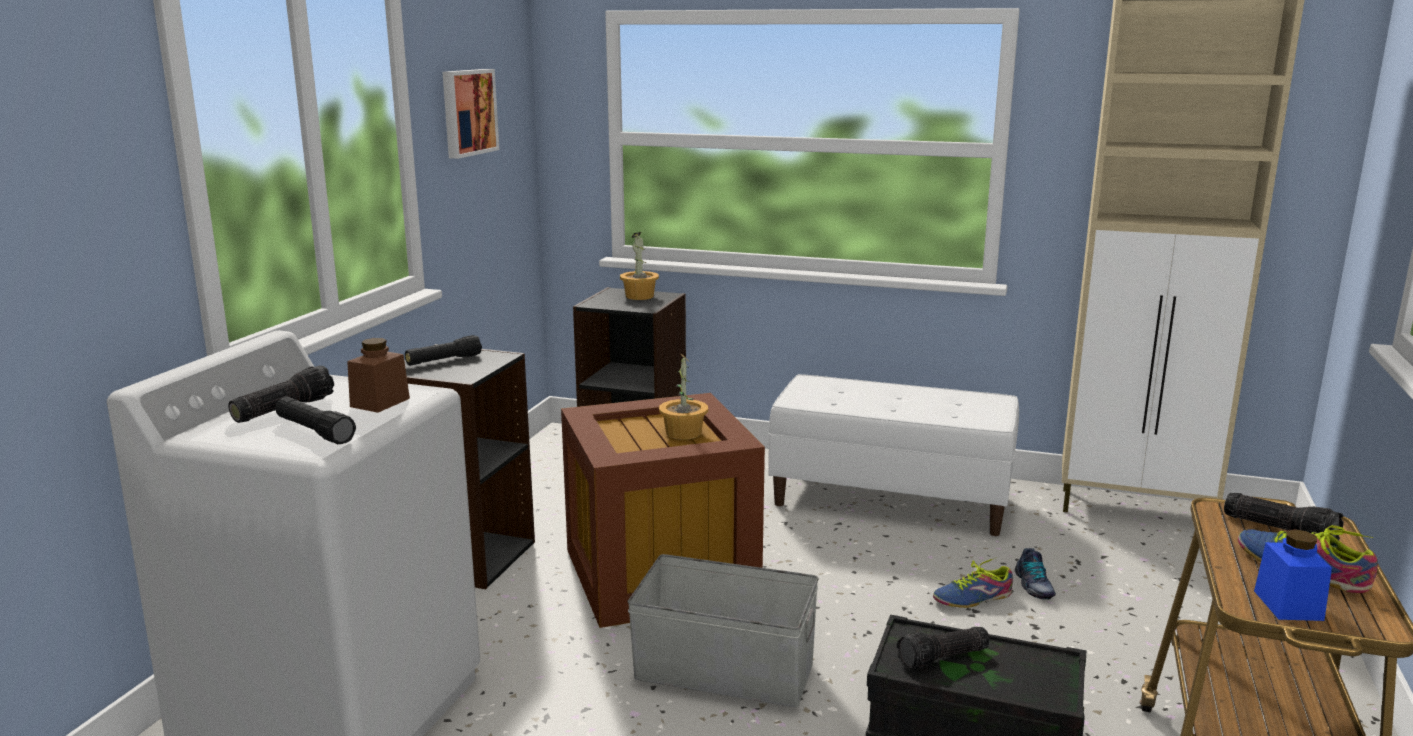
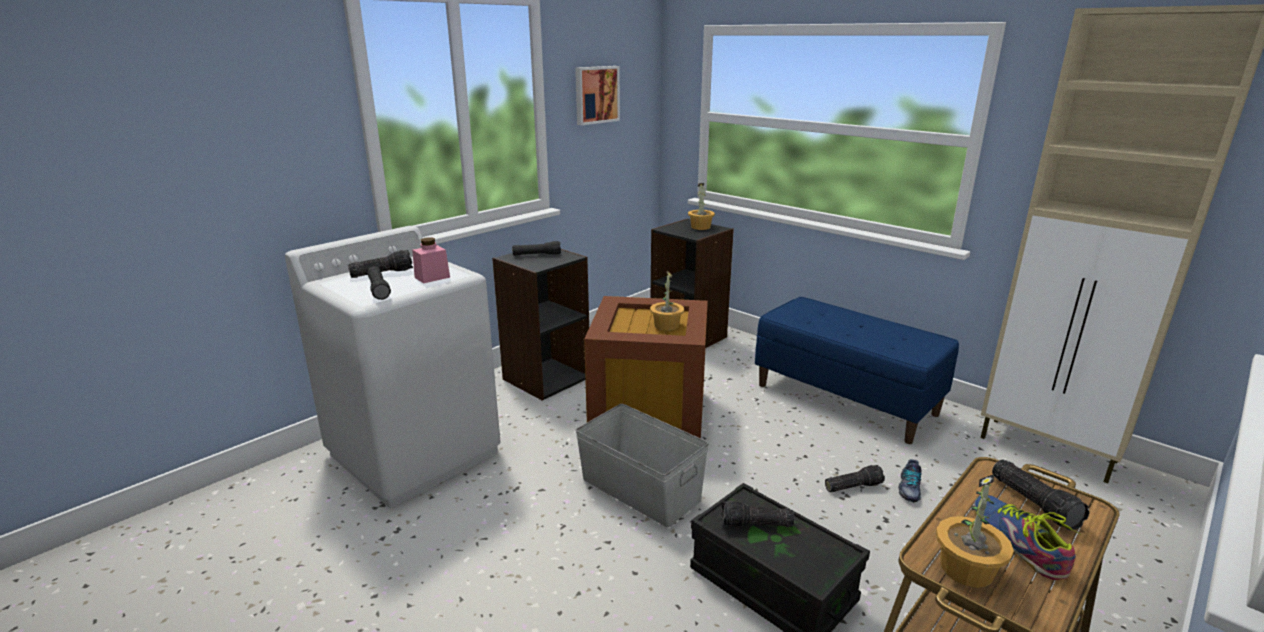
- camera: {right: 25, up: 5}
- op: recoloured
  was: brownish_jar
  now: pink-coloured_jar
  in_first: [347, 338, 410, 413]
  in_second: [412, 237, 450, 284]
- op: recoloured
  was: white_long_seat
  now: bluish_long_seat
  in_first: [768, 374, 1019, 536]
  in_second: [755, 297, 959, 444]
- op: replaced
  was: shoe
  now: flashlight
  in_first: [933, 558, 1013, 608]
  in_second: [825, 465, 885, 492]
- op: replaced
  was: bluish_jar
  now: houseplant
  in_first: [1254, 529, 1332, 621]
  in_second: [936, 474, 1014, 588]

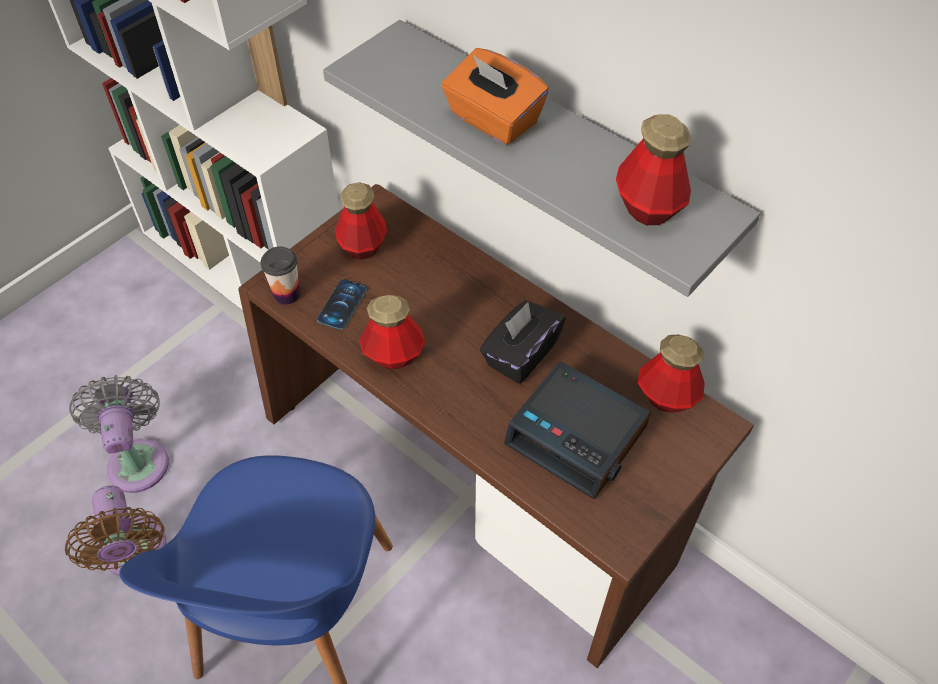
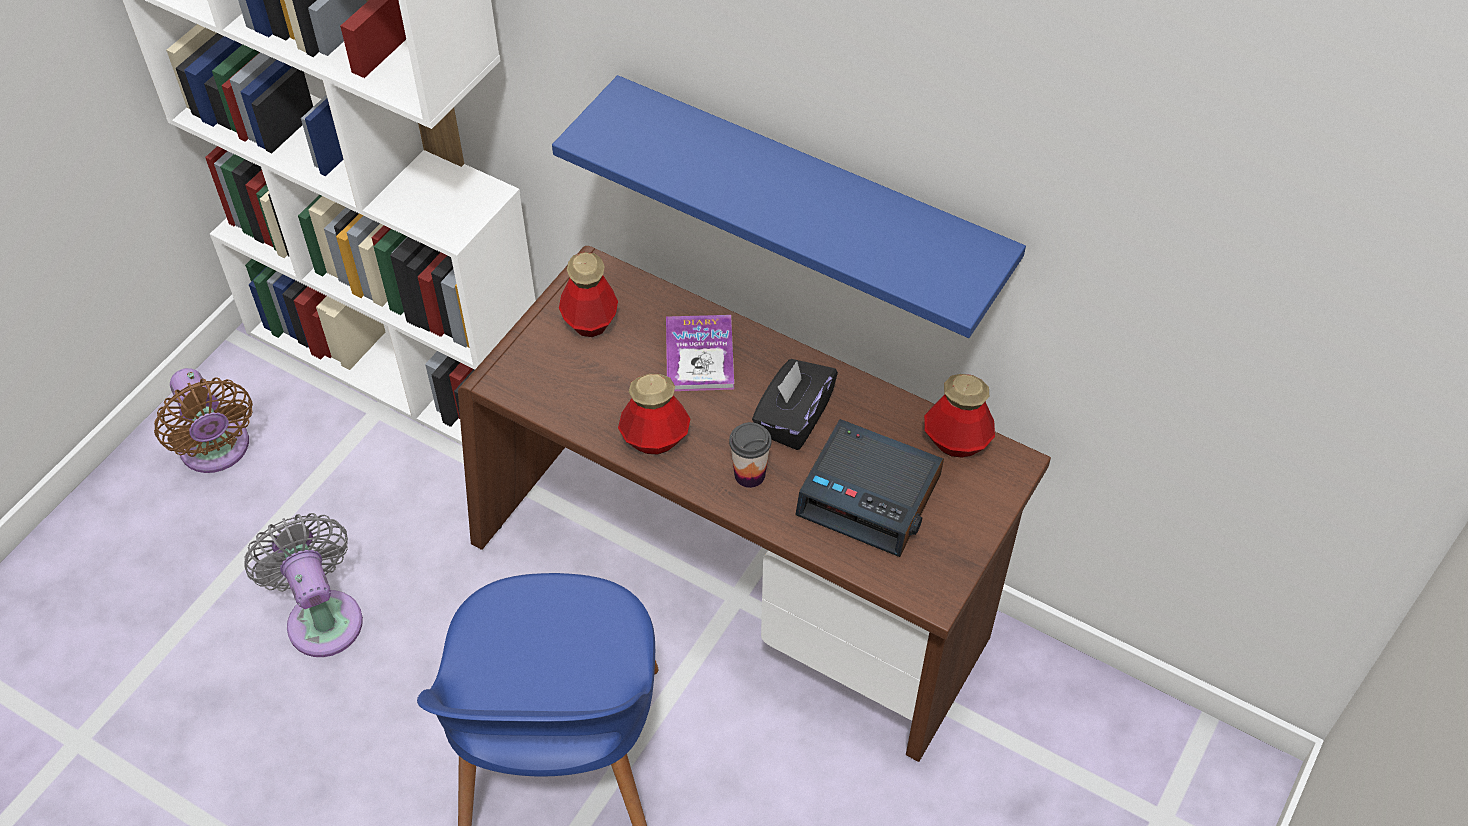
- camera: {right: -10, up: 0}
- op: moved
  was: brownish_electric_fan
  in_first: [65, 486, 166, 576]
  in_second: [154, 368, 253, 473]
- op: moved
  was: drinking_cup
  in_first: [261, 246, 300, 305]
  in_second: [729, 422, 772, 488]
- op: removed
  was: handset
  in_first: [317, 279, 367, 330]
- op: recoloured
  was: greyish_bracket_shelf
  now: bluish_bracket_shelf
  in_first: [323, 20, 760, 297]
  in_second: [552, 75, 1026, 338]
- op: removed
  was: orangey_tissue_box
  in_first: [441, 48, 549, 145]
- op: removed
  was: beverage_bottle
  in_first: [616, 114, 691, 225]
- op: added
  now: book
  in_second: [666, 315, 734, 391]

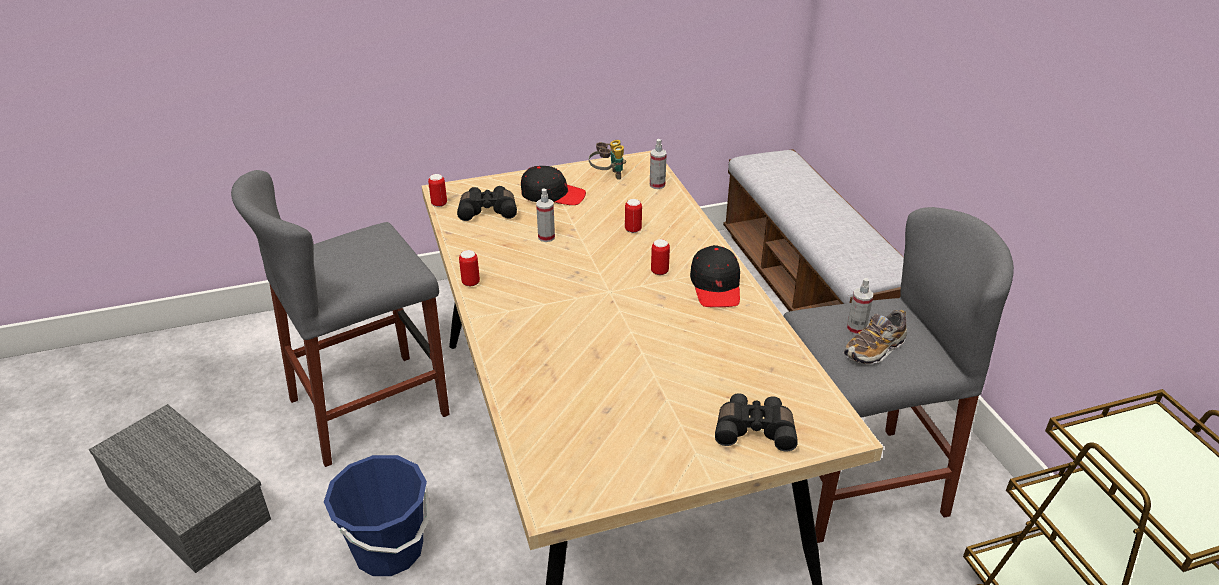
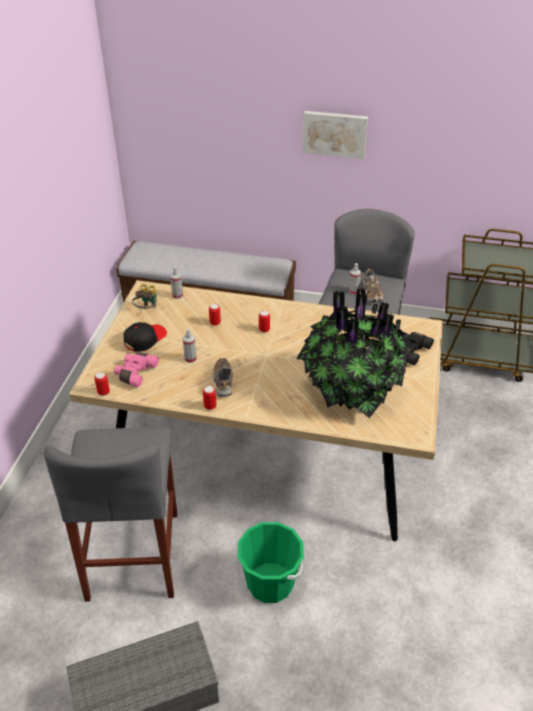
- camera: {right: -60, up: 5}
- op: recoloured
  was: bluish_pail
  now: greenish_pail
  in_first: [324, 455, 430, 576]
  in_second: [237, 522, 304, 603]
- op: recoloured
  was: blackish_field_glasses
  now: pink-coloured_field_glasses
  in_first: [457, 186, 517, 221]
  in_second: [114, 352, 159, 388]
- op: removed
  was: blackish_baseball_cap
  in_first: [690, 245, 740, 307]
- op: added
  now: shoe
  in_second: [212, 358, 233, 397]
- op: added
  now: houseplant
  in_second: [296, 288, 409, 418]
- op: added
  now: wall_art
  in_second: [303, 111, 368, 159]

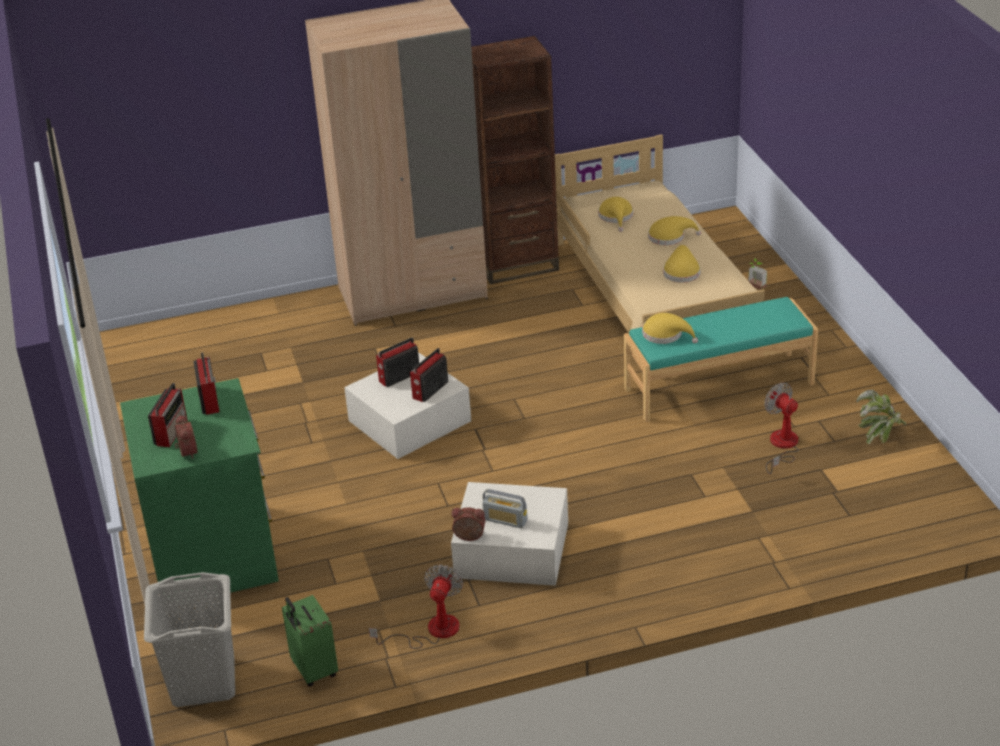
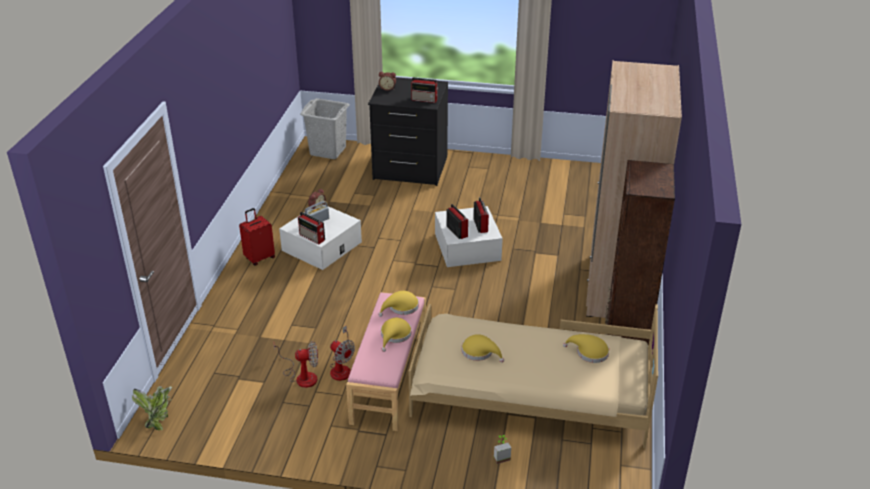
- camera: {right: 115, up: 0}
- op: recoloured
  was: greenish_drawer_chest
  now: blackish_drawer_chest
  in_first: [120, 378, 279, 604]
  in_second: [368, 77, 448, 186]
- op: moved
  was: radio
  in_first: [148, 383, 187, 447]
  in_second: [298, 212, 325, 244]
- op: removed
  was: greenish_travel_case
  in_first: [282, 595, 338, 686]
- op: moved
  was: electric_fan
  in_first: [369, 565, 463, 649]
  in_second: [330, 325, 355, 381]
- op: recoloured
  was: turquoise_long_seat
  now: pink-coloured_long_seat
  in_first: [624, 297, 818, 422]
  in_second: [346, 292, 426, 431]
- op: moved
  was: yellowish_hat
  in_first: [648, 216, 701, 245]
  in_second: [381, 318, 412, 352]
- op: moved
  was: houseplant
  in_first: [856, 390, 906, 444]
  in_second: [132, 386, 172, 431]
- op: added
  now: reddish_travel_case
  in_second: [239, 208, 275, 266]

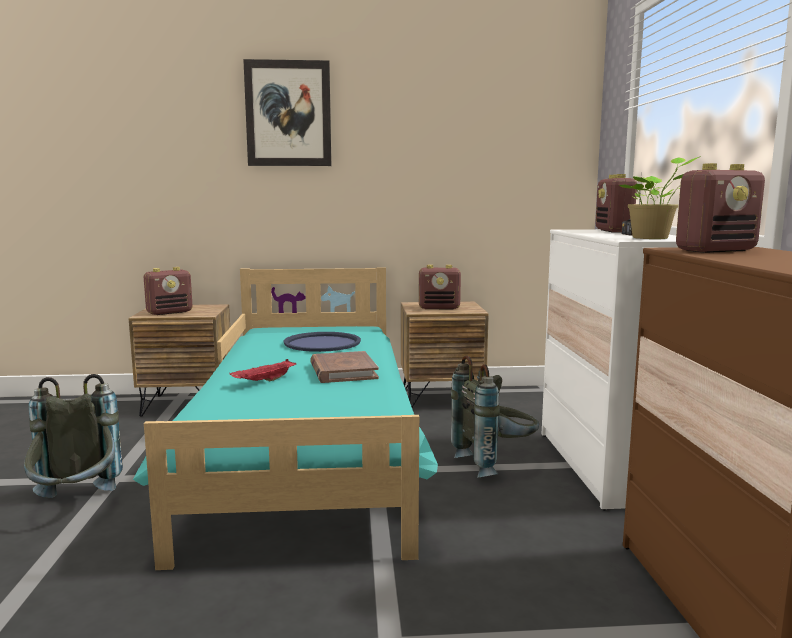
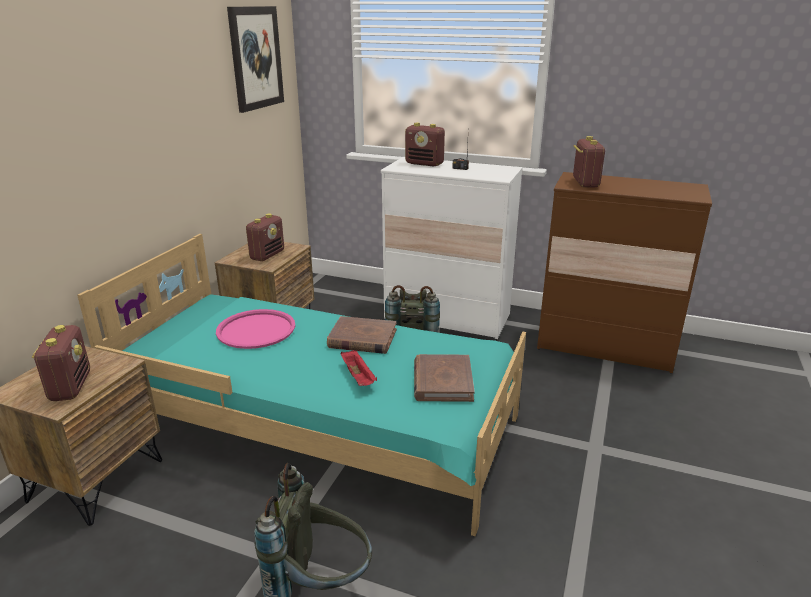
- camera: {right: -65, up: 15}
- op: moved
  was: wall_art
  in_first: [243, 59, 331, 166]
  in_second: [227, 6, 284, 113]
- op: recoloured
  was: bluish_tray
  now: pink-coloured_tray
  in_first: [283, 332, 361, 352]
  in_second: [216, 309, 295, 349]
- op: removed
  was: houseplant
  in_first: [619, 156, 701, 239]
- op: added
  now: brownish_book
  in_second: [414, 354, 475, 402]

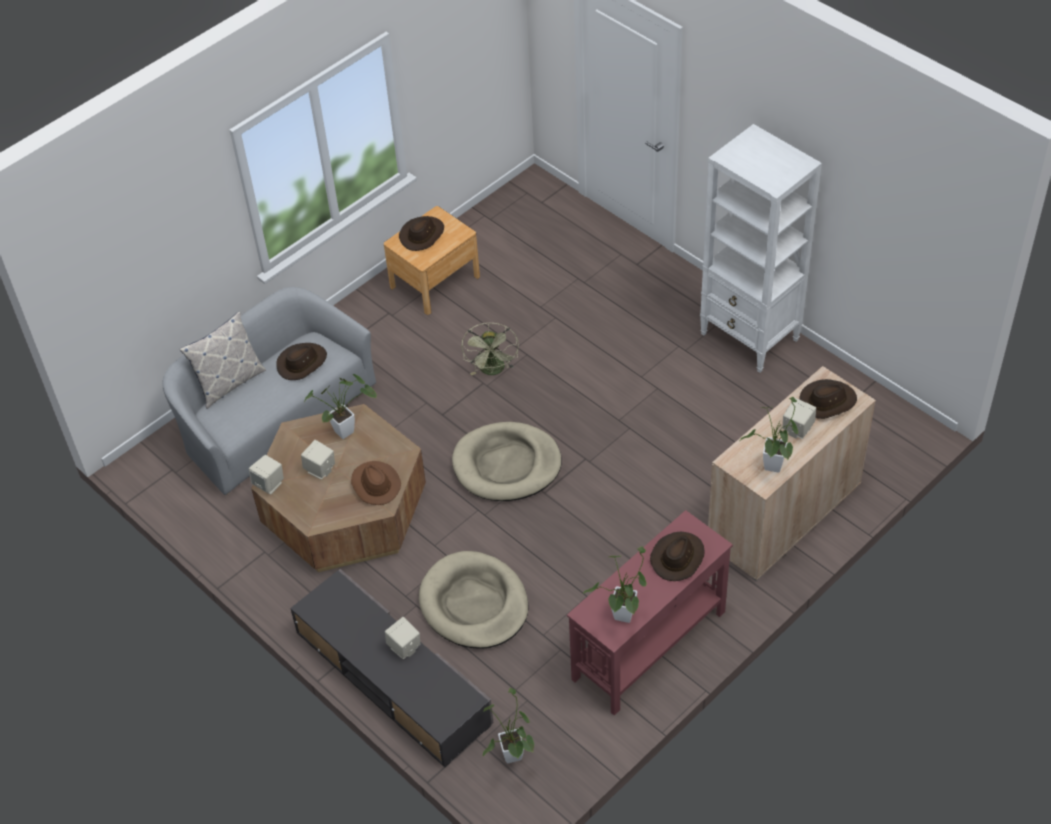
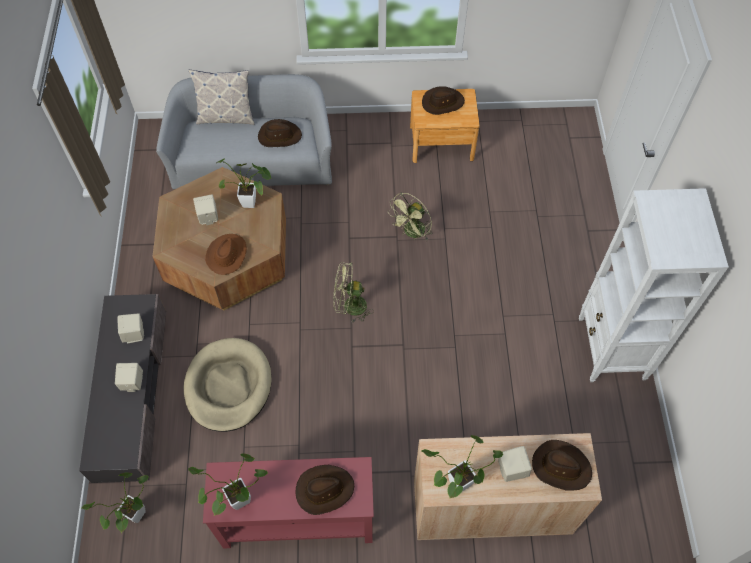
- camera: {right: 40, up: 10}
- op: moved
  was: beige_speaker
  in_first: [249, 455, 284, 495]
  in_second: [117, 313, 144, 344]
- op: replaced
  was: beige_dog_cushion
  now: greenish_electric_fan
  in_first: [452, 422, 562, 501]
  in_second: [333, 262, 374, 322]

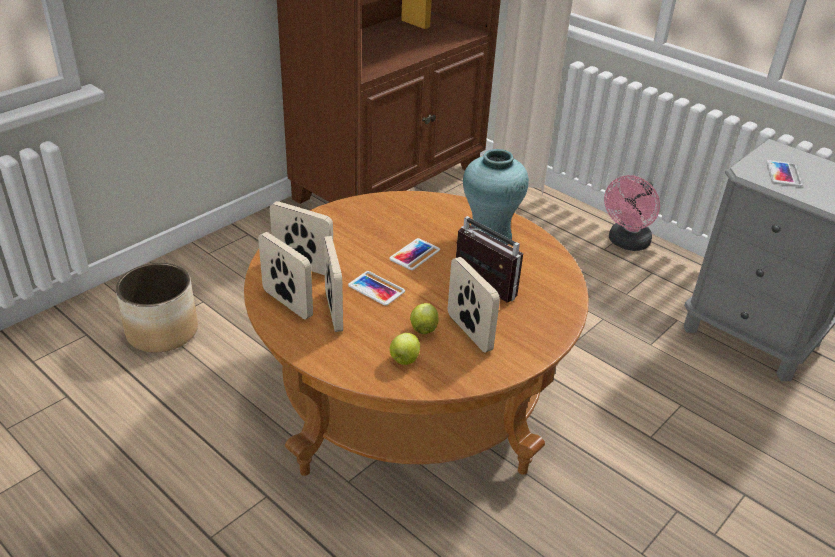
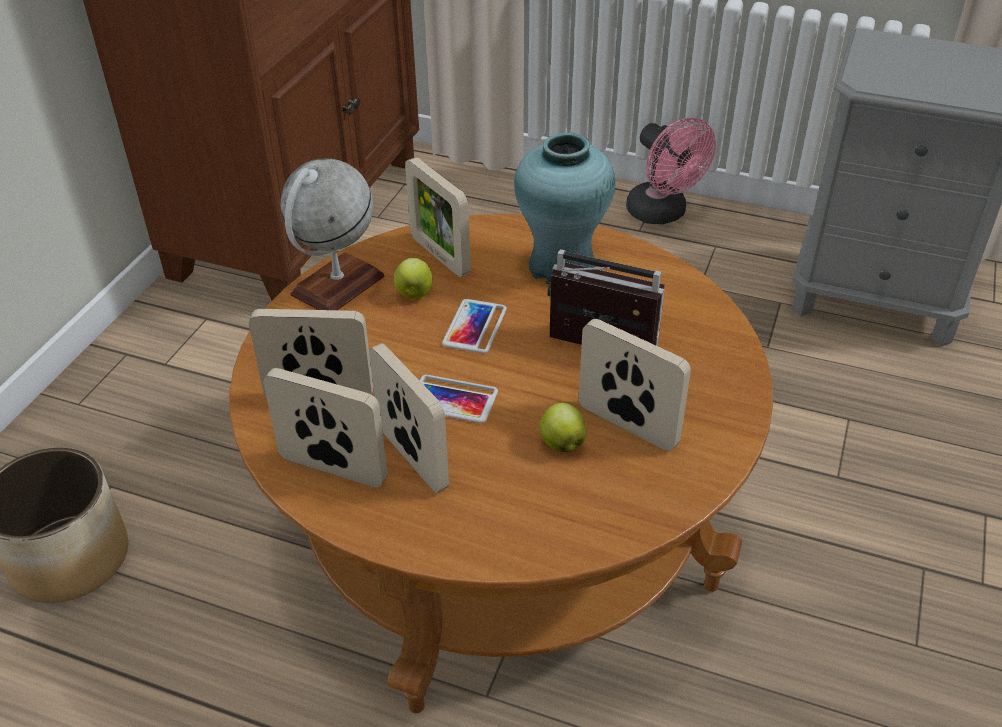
- camera: {right: -20, up: 5}
- op: moved
  was: apple_fruit
  in_first: [390, 333, 420, 365]
  in_second: [394, 258, 432, 299]
- op: turned
  was: pink-coloured_electric_fan
  in_first: [604, 175, 660, 251]
  in_second: [626, 118, 716, 224]
  clockwise: -45
- op: removed
  was: handset
  in_first: [767, 160, 803, 187]
- op: added
  now: desk_globe
  in_second: [280, 158, 384, 310]
- op: added
  now: photo_frame
  in_second: [405, 157, 471, 277]

